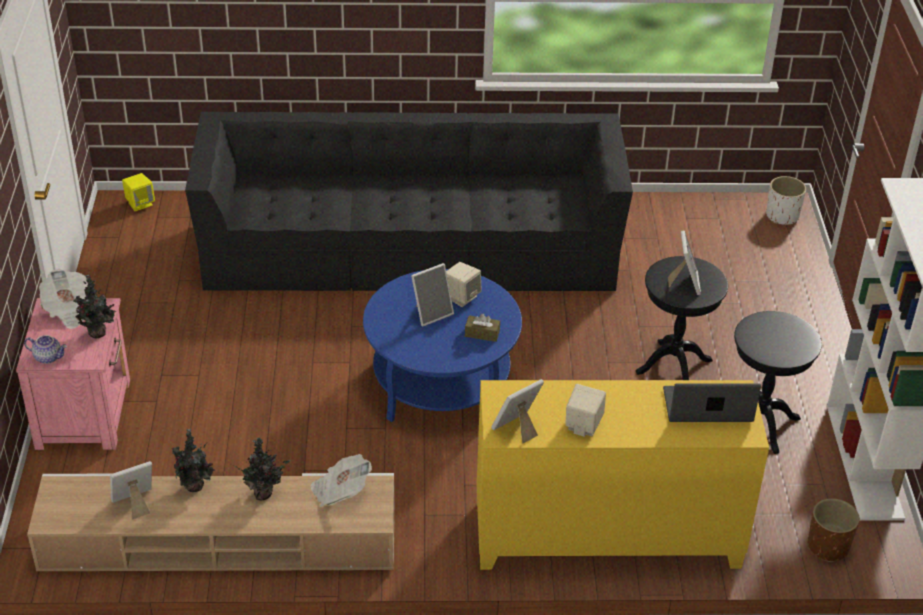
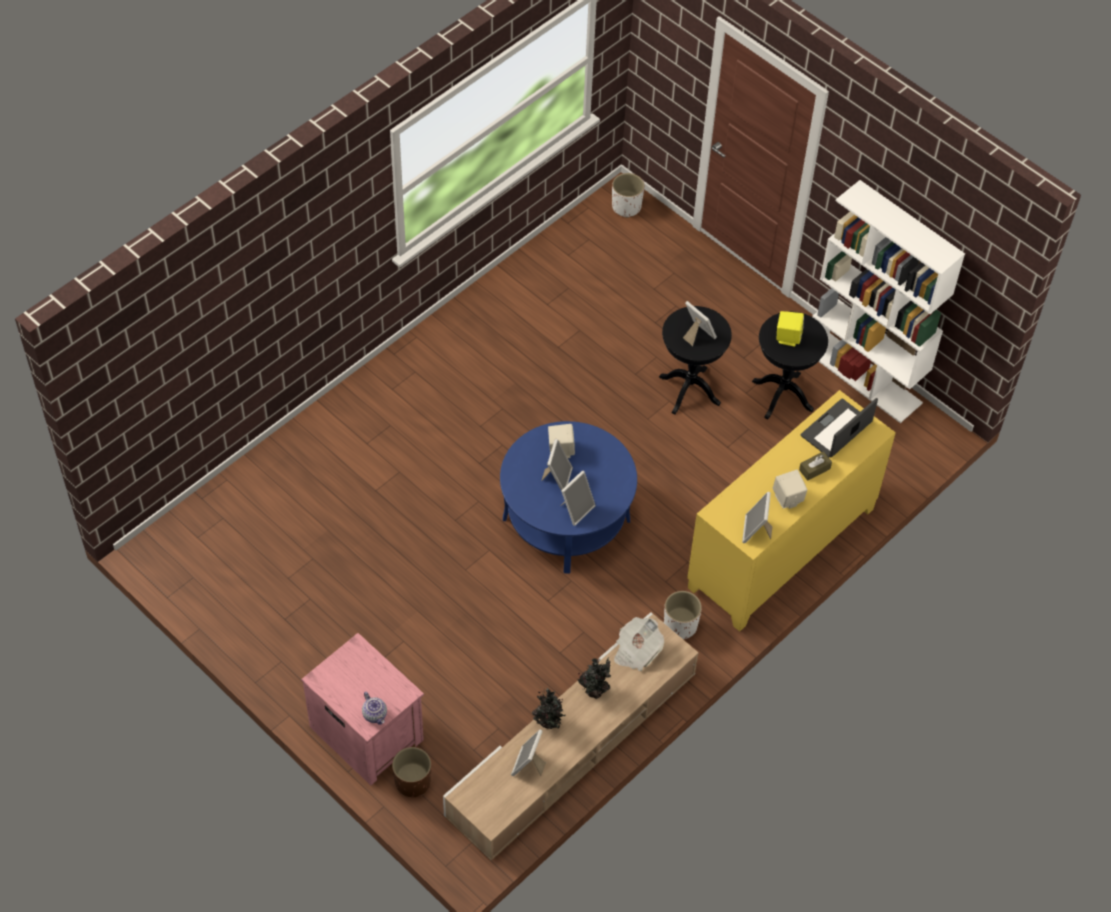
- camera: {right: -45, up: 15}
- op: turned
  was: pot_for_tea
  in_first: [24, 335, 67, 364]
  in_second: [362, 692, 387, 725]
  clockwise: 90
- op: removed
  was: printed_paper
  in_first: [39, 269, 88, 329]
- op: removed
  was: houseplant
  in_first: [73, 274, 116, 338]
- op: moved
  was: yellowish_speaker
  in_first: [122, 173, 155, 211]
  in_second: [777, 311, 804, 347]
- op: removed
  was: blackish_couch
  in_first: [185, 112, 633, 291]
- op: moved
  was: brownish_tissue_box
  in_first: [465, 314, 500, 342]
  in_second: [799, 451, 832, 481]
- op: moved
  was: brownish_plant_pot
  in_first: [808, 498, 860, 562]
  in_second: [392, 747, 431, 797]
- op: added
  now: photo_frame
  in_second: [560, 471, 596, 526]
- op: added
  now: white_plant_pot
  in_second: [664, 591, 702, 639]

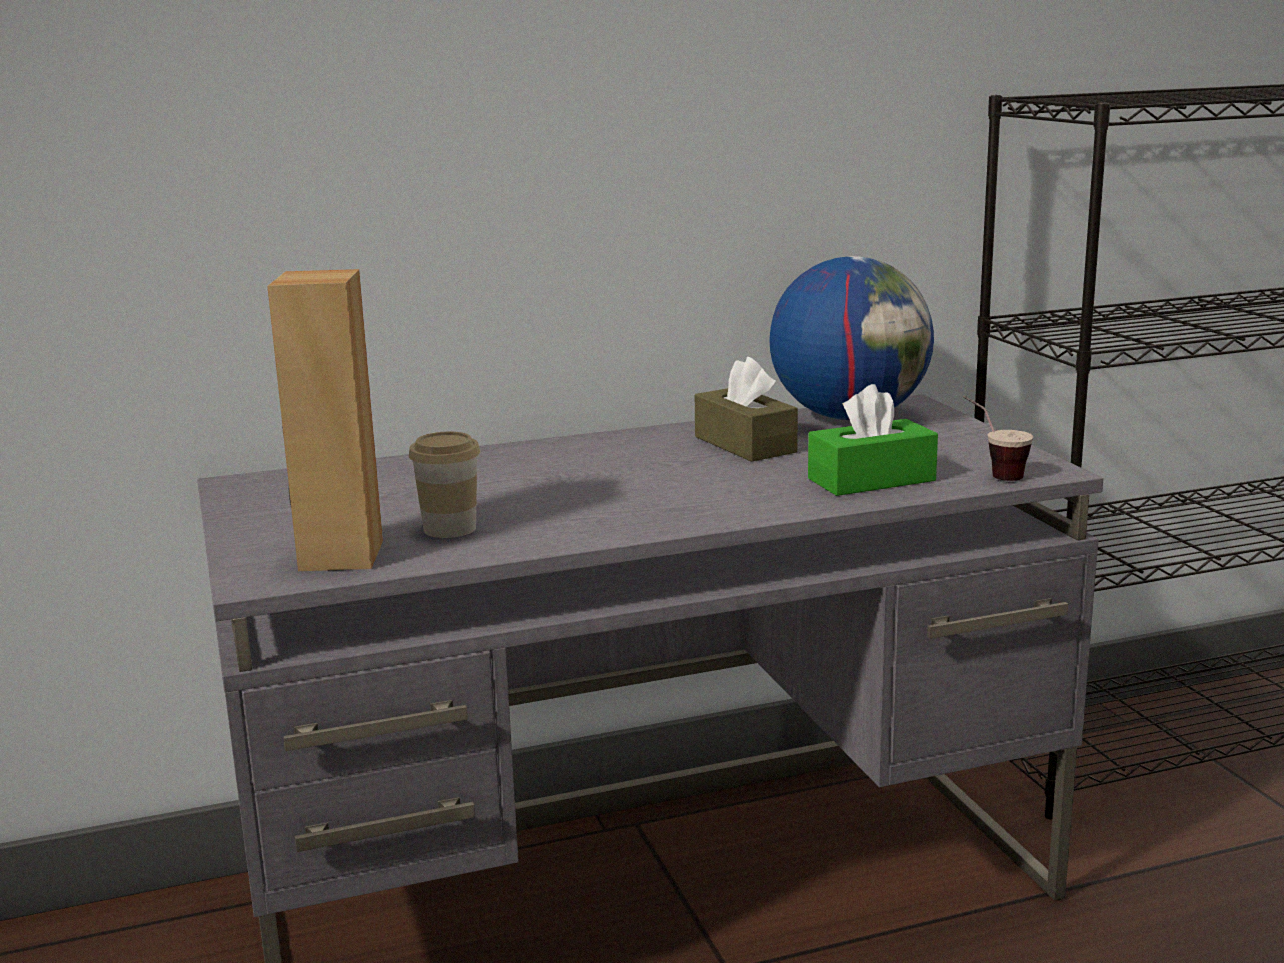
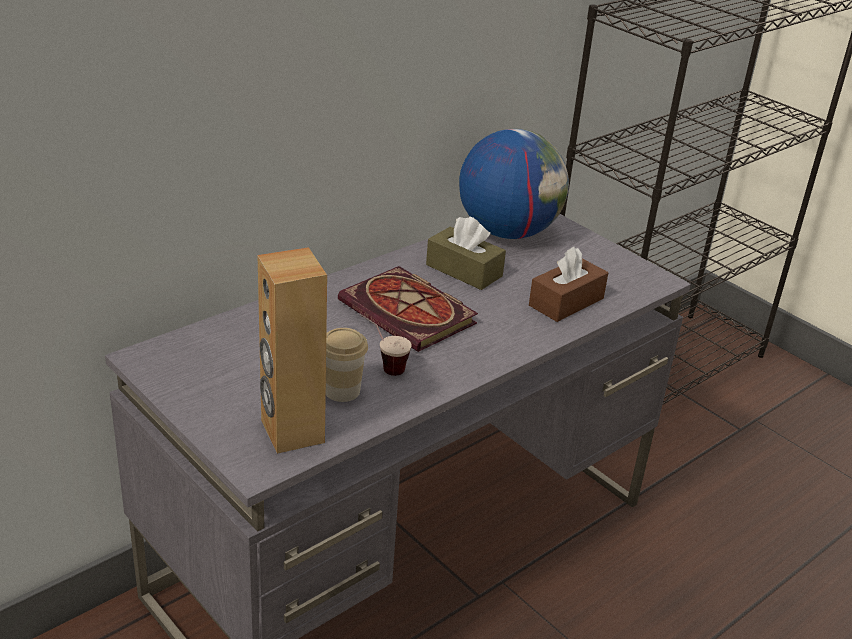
- camera: {right: -25, up: 15}
- op: recoloured
  was: greenish_tissue_box
  now: brownish_tissue_box
  in_first: [808, 384, 938, 496]
  in_second: [529, 247, 608, 322]
- op: moved
  was: drinking_cup
  in_first: [963, 396, 1033, 481]
  in_second: [360, 314, 412, 376]
- op: added
  now: book
  in_second: [338, 266, 478, 352]

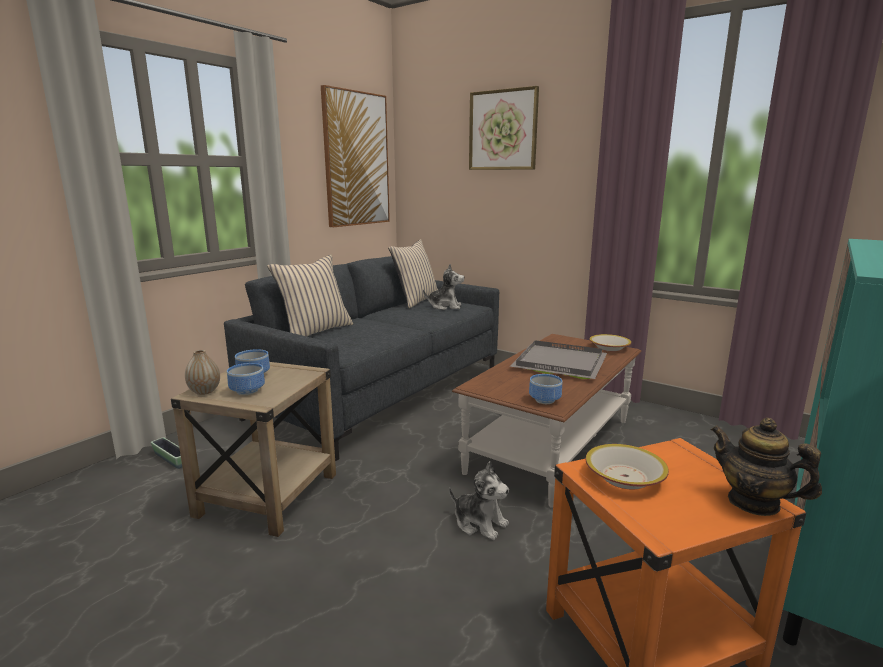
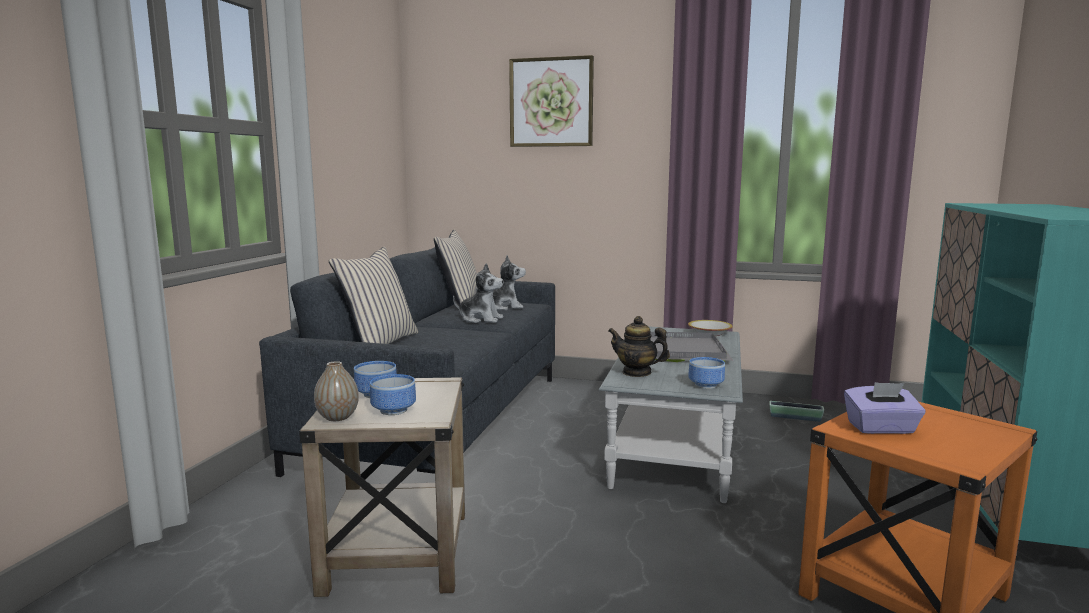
- camera: {right: -20, up: -5}
- op: moved
  was: plant_pot
  in_first: [151, 437, 182, 469]
  in_second: [769, 401, 824, 422]
- op: removed
  was: wall_art
  in_first: [321, 85, 390, 228]
- op: moved
  was: cuddly_toy
  in_first: [449, 461, 509, 540]
  in_second: [453, 263, 504, 323]
- op: recoloured
  was: brownish_low_table
  now: greyish_low_table
  in_first: [452, 334, 642, 508]
  in_second: [599, 326, 743, 503]
- op: replaced
  was: serving_bowl
  now: purple_tissue_box
  in_first: [586, 444, 669, 490]
  in_second: [844, 382, 925, 434]
- op: moved
  was: pot_for_tea
  in_first: [711, 418, 822, 516]
  in_second: [608, 316, 670, 377]

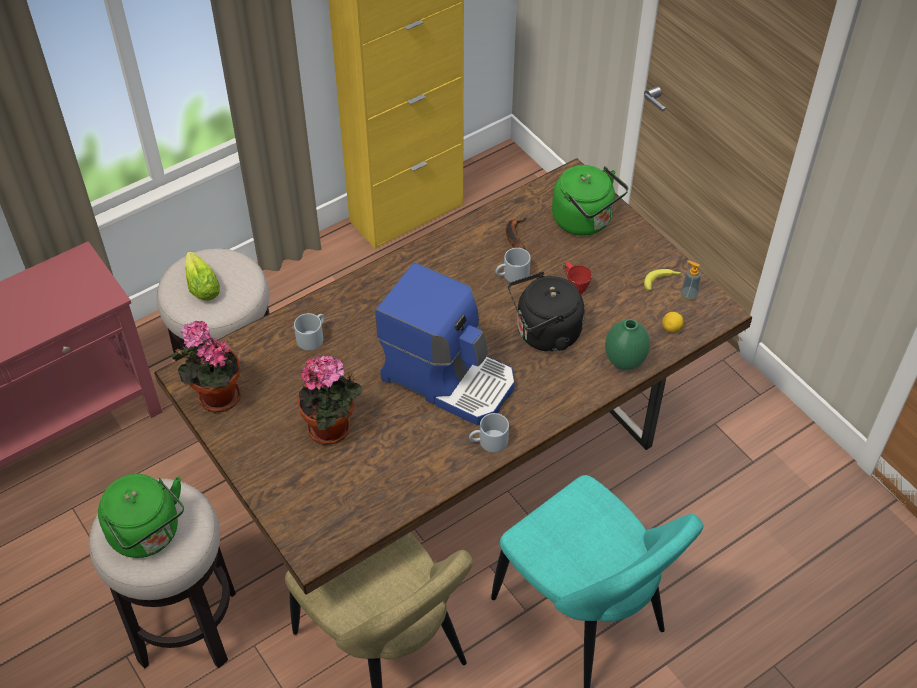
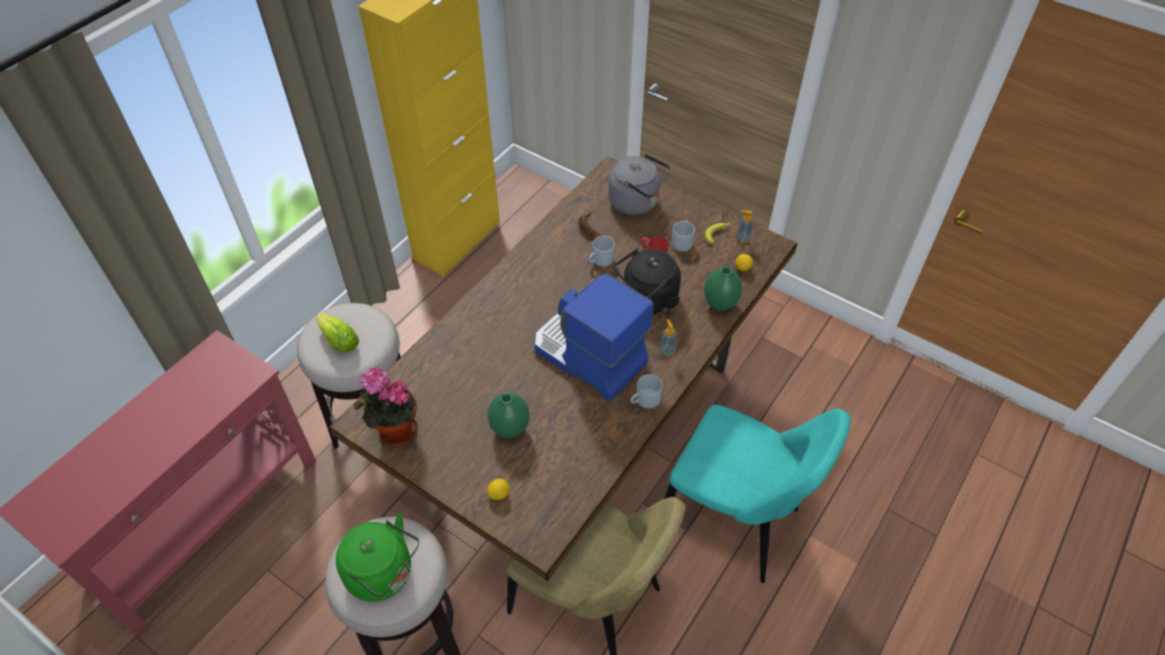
- camera: {right: -20, up: 0}
- op: moved
  was: greyish_tea_mug
  in_first: [294, 313, 325, 351]
  in_second: [671, 220, 695, 251]
- op: replaced
  was: houseplant
  now: greenish_vase
  in_first: [298, 355, 362, 445]
  in_second: [487, 392, 530, 438]
- op: turned
  was: coffee_brewer
  in_first: [375, 262, 515, 425]
  in_second: [534, 274, 654, 401]
  clockwise: -150
- op: recoloured
  was: greenish_tea_kettle
  now: greyish_tea_kettle
  in_first: [552, 165, 628, 236]
  in_second: [608, 154, 670, 215]
- op: added
  now: whole_lemon
  in_second: [487, 478, 510, 500]
- op: added
  now: soap_bottle
  in_second: [660, 319, 677, 357]

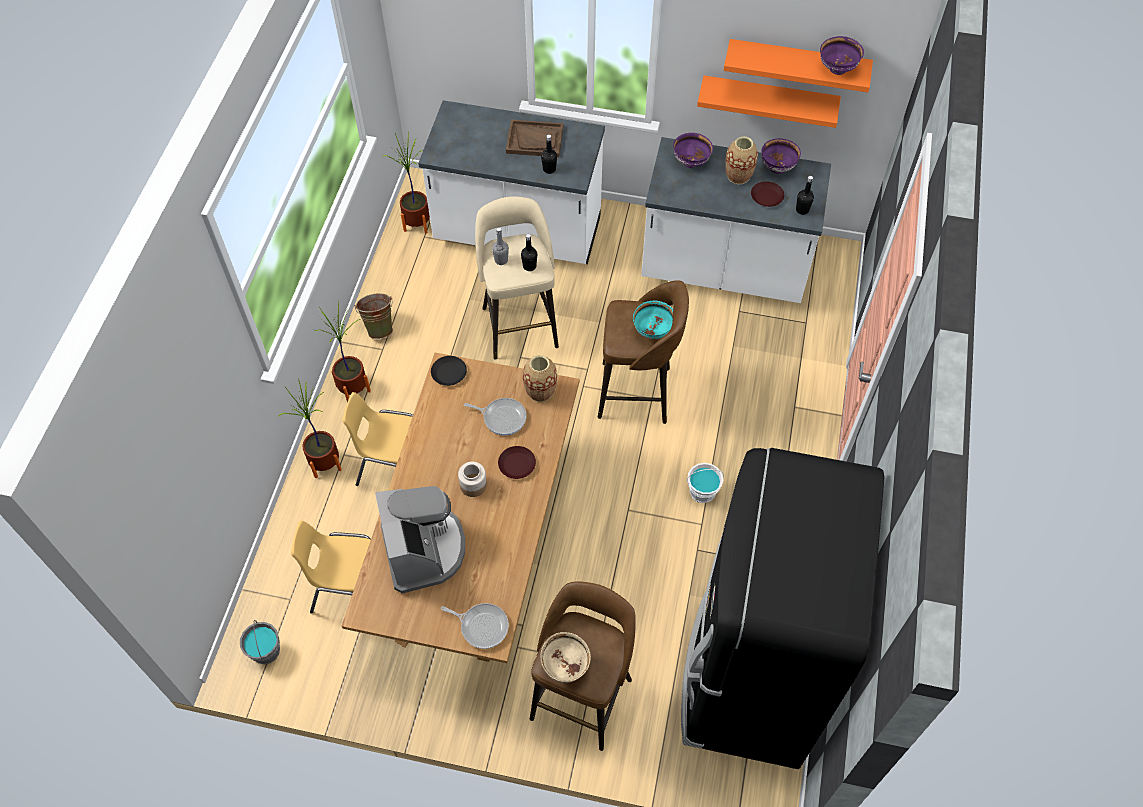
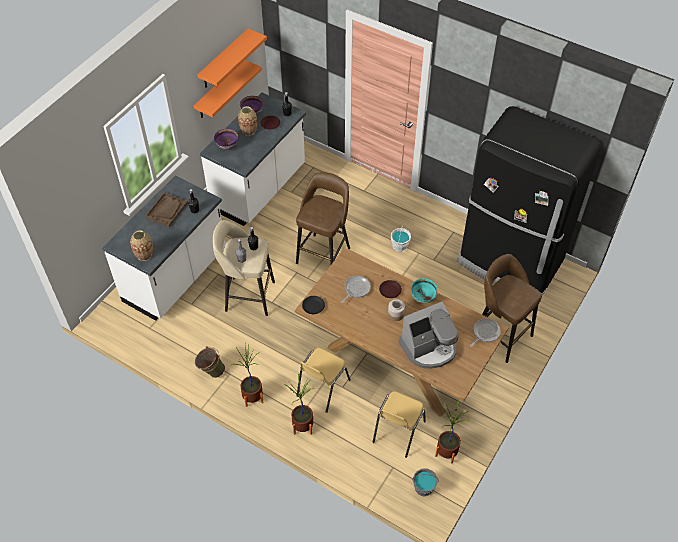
- camera: {right: -70, up: -5}
- op: turned
  was: coffee_brewer
  in_first: [375, 486, 465, 594]
  in_second: [398, 301, 459, 369]
  clockwise: 150
- op: moved
  was: houseplant
  in_first: [383, 132, 430, 234]
  in_second: [435, 402, 468, 464]
- op: moved
  was: vase
  in_first: [523, 355, 557, 402]
  in_second: [130, 230, 153, 261]
- op: removed
  was: beige_serving_bowl
  in_first: [540, 632, 591, 683]
- op: moved
  was: turquoise_serving_bowl
  in_first: [633, 301, 673, 339]
  in_second: [411, 278, 438, 303]
- op: removed
  was: purple_serving_bowl
  in_first: [820, 36, 864, 75]

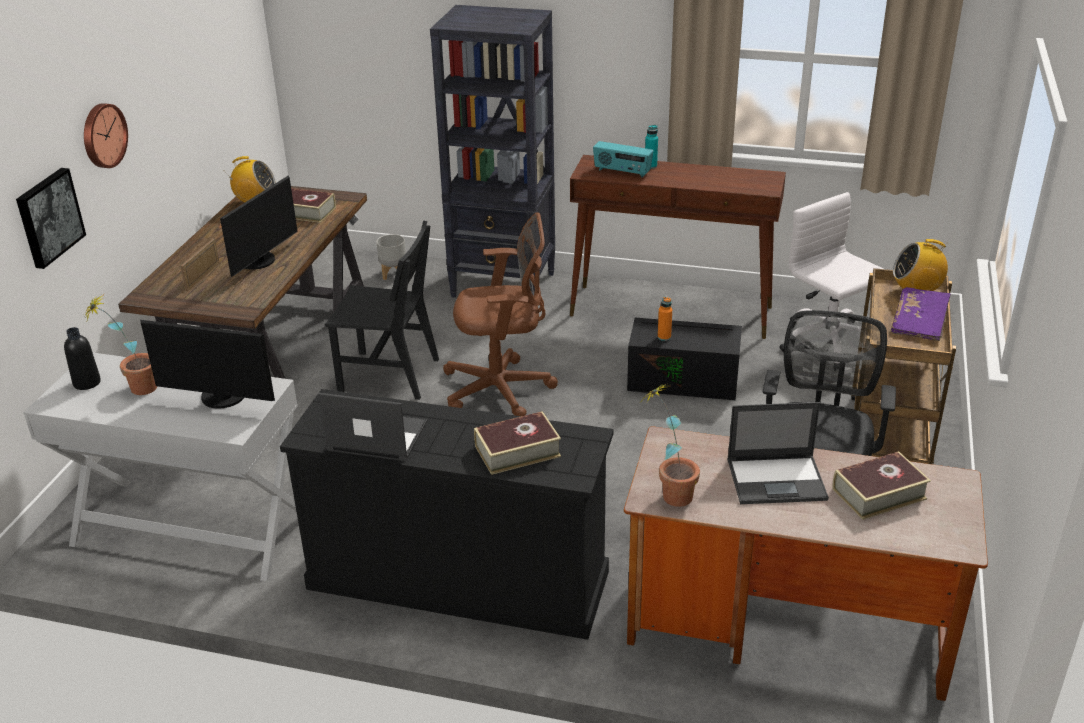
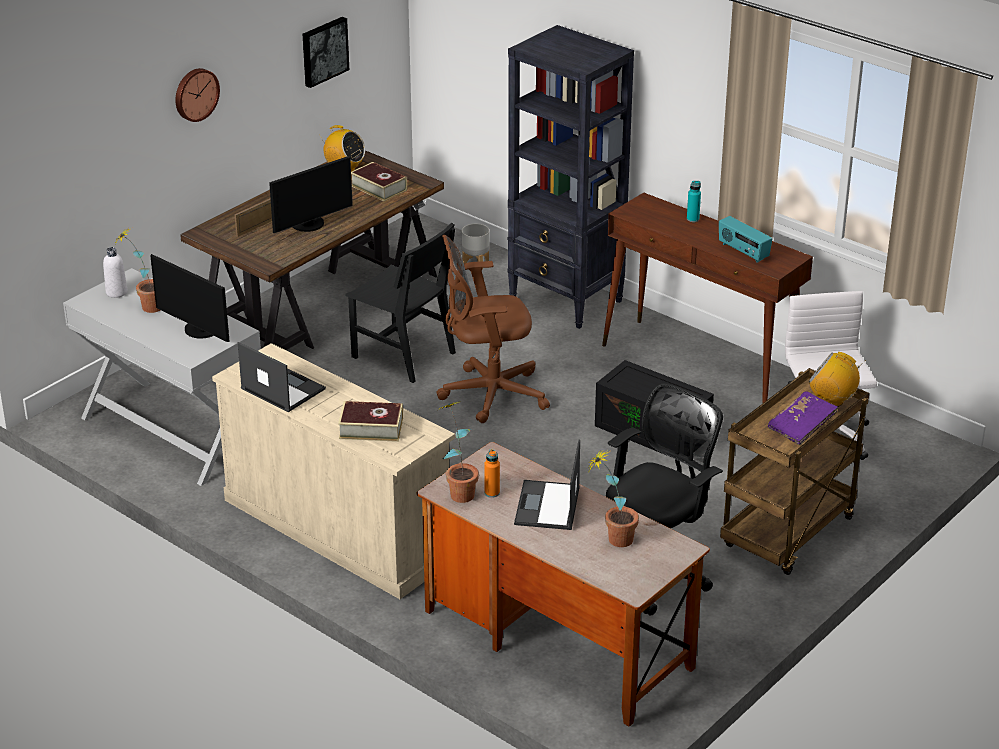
- camera: {right: 25, up: 0}
- op: moved
  was: wall_art
  in_first: [16, 168, 86, 269]
  in_second: [302, 17, 349, 88]
- op: recoloured
  was: blackish_beverage_bottle
  now: white_beverage_bottle
  in_first: [64, 327, 101, 390]
  in_second: [103, 247, 127, 298]
- op: recoloured
  was: blackish_drawer_chest
  now: beige_drawer_chest
  in_first: [280, 389, 614, 640]
  in_second: [212, 343, 455, 599]
- op: turned
  was: brownish_office_chair
  in_first: [443, 212, 558, 416]
  in_second: [437, 235, 550, 423]
  clockwise: 150
- op: moved
  was: radio
  in_first: [593, 141, 653, 178]
  in_second: [719, 216, 772, 263]
- op: moved
  was: orangey_beverage_bottle
  in_first: [658, 297, 672, 341]
  in_second: [484, 449, 500, 498]
- op: turned
  was: laptop
  in_first: [727, 402, 829, 504]
  in_second: [514, 440, 580, 530]
  clockwise: 75
- op: replaced
  was: book
  now: houseplant
  in_first: [832, 451, 931, 520]
  in_second: [588, 450, 639, 547]

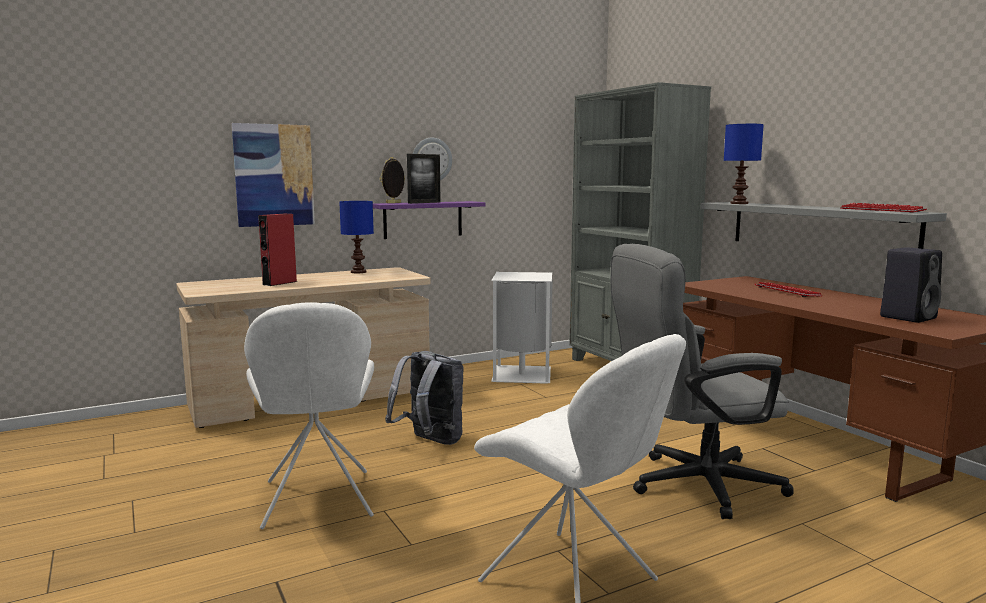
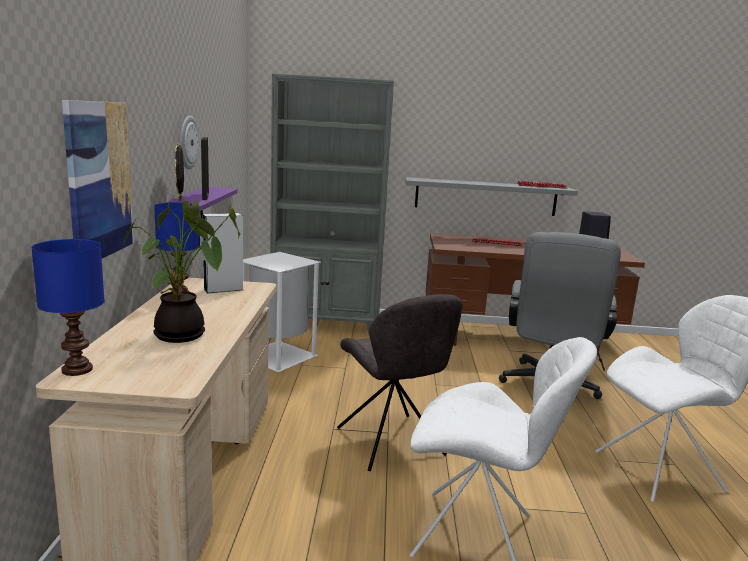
- camera: {right: -60, up: 5}
- op: replaced
  was: reddish_speaker
  now: houseplant
  in_first: [258, 214, 297, 286]
  in_second: [123, 200, 240, 343]
- op: replaced
  was: greyish_knapsack
  now: greyish_chair
  in_first: [385, 351, 464, 445]
  in_second: [337, 294, 463, 471]
- op: moved
  was: bluish_lamp_for_a_table
  in_first: [724, 124, 764, 204]
  in_second: [31, 239, 105, 376]
- op: added
  now: greyish_speaker
  in_second: [203, 213, 243, 293]

